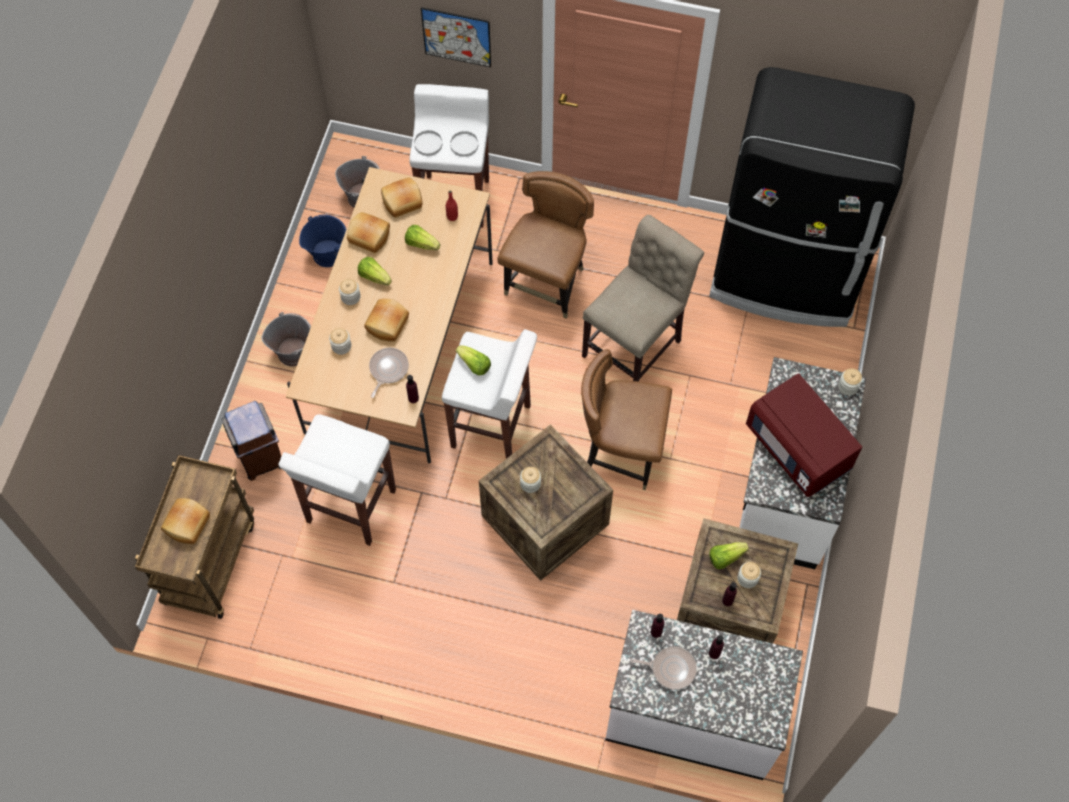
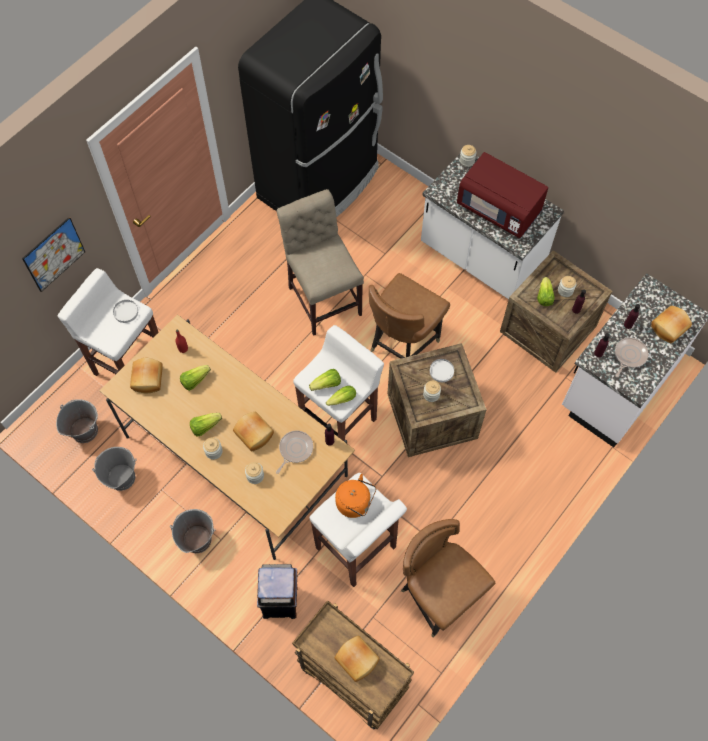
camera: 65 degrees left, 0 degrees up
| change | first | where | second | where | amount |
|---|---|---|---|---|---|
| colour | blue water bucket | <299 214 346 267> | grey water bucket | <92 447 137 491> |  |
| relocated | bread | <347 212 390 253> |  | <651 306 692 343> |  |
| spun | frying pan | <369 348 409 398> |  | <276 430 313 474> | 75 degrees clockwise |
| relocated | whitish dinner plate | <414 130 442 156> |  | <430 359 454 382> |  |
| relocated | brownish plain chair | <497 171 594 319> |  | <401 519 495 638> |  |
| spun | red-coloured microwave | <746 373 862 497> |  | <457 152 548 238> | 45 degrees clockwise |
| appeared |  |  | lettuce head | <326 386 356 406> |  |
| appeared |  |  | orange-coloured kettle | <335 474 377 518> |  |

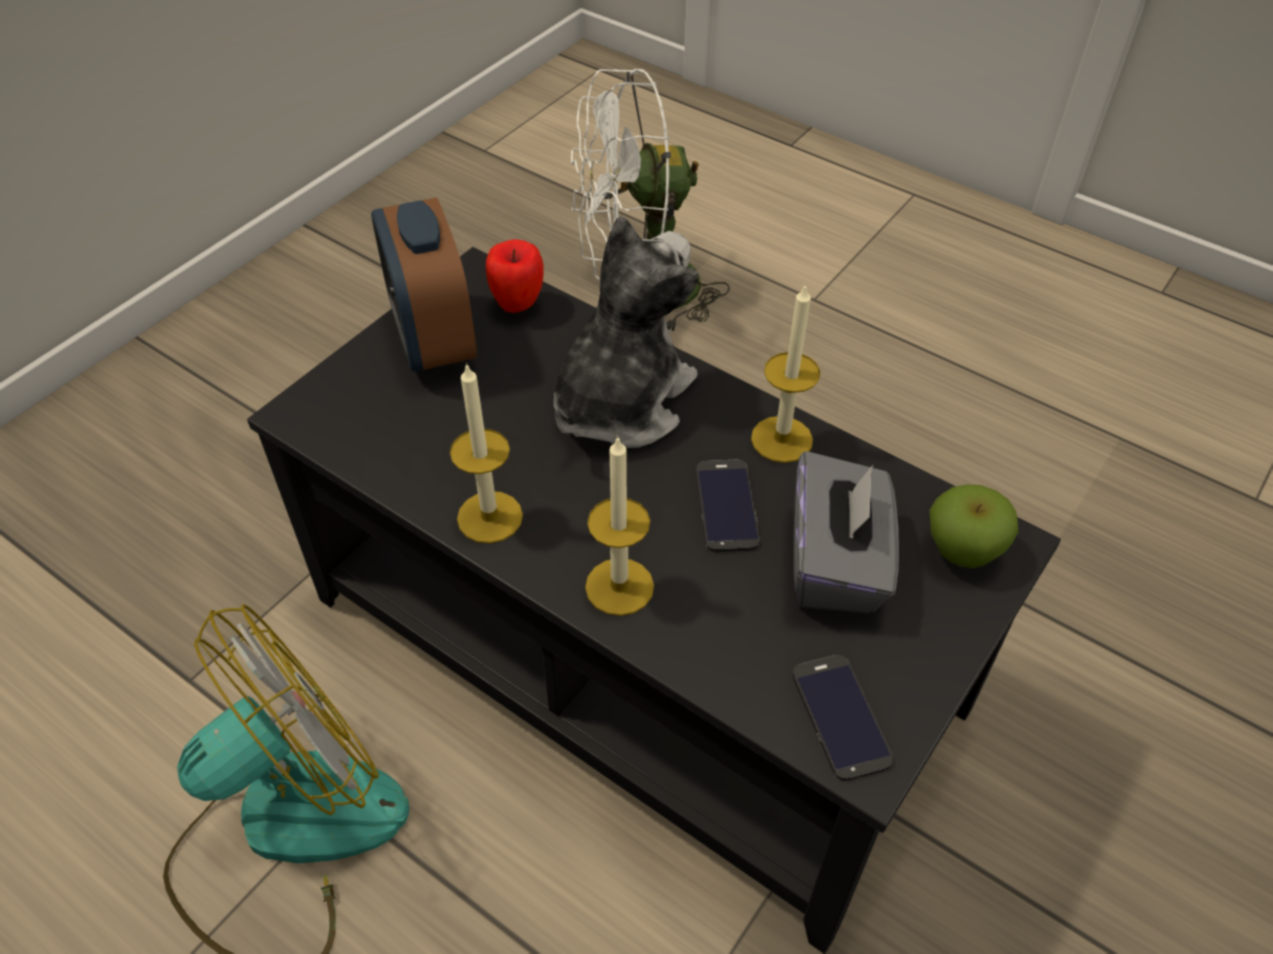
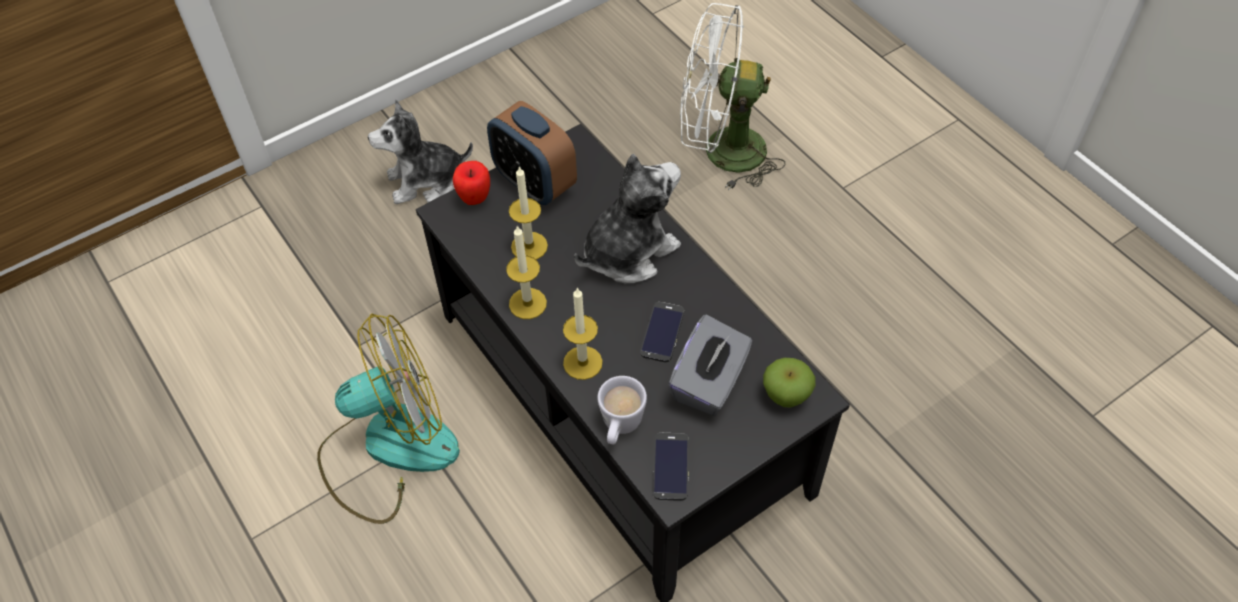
camera: 20 degrees right, 5 degrees up
| change | first | where | second | where | amount |
|---|---|---|---|---|---|
| spun | table clock | <371 198 477 372> |  | <487 101 577 205> | 45 degrees counterclockwise |
| relocated | apple fruit | <486 239 544 313> |  | <453 161 490 205> |  |
| relocated | wax light | <751 283 820 463> |  | <509 166 548 260> |  |
| appeared |  |  | plush toy | <368 99 473 204> |  |
| appeared |  |  | whitish mug | <597 376 647 444> |  |

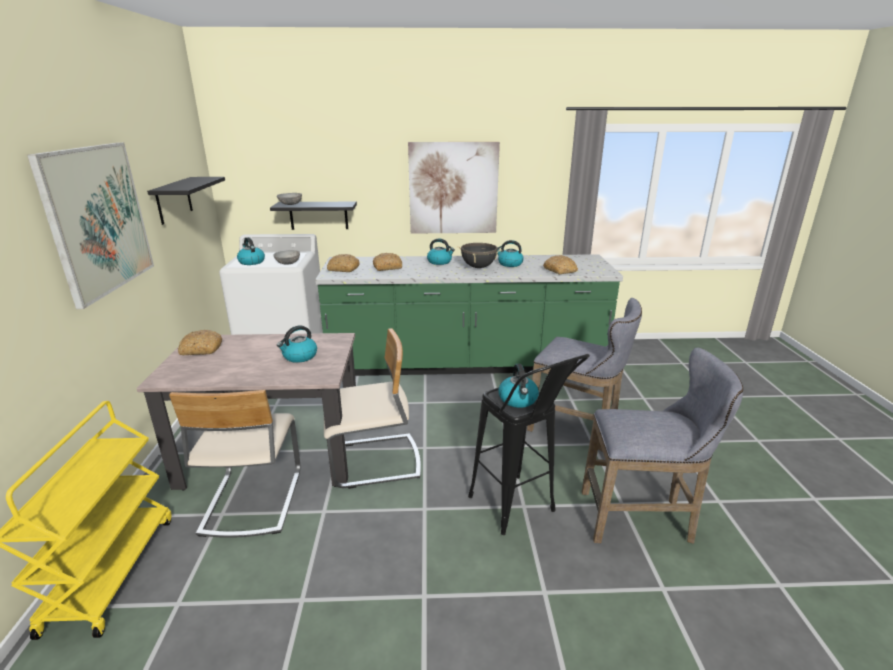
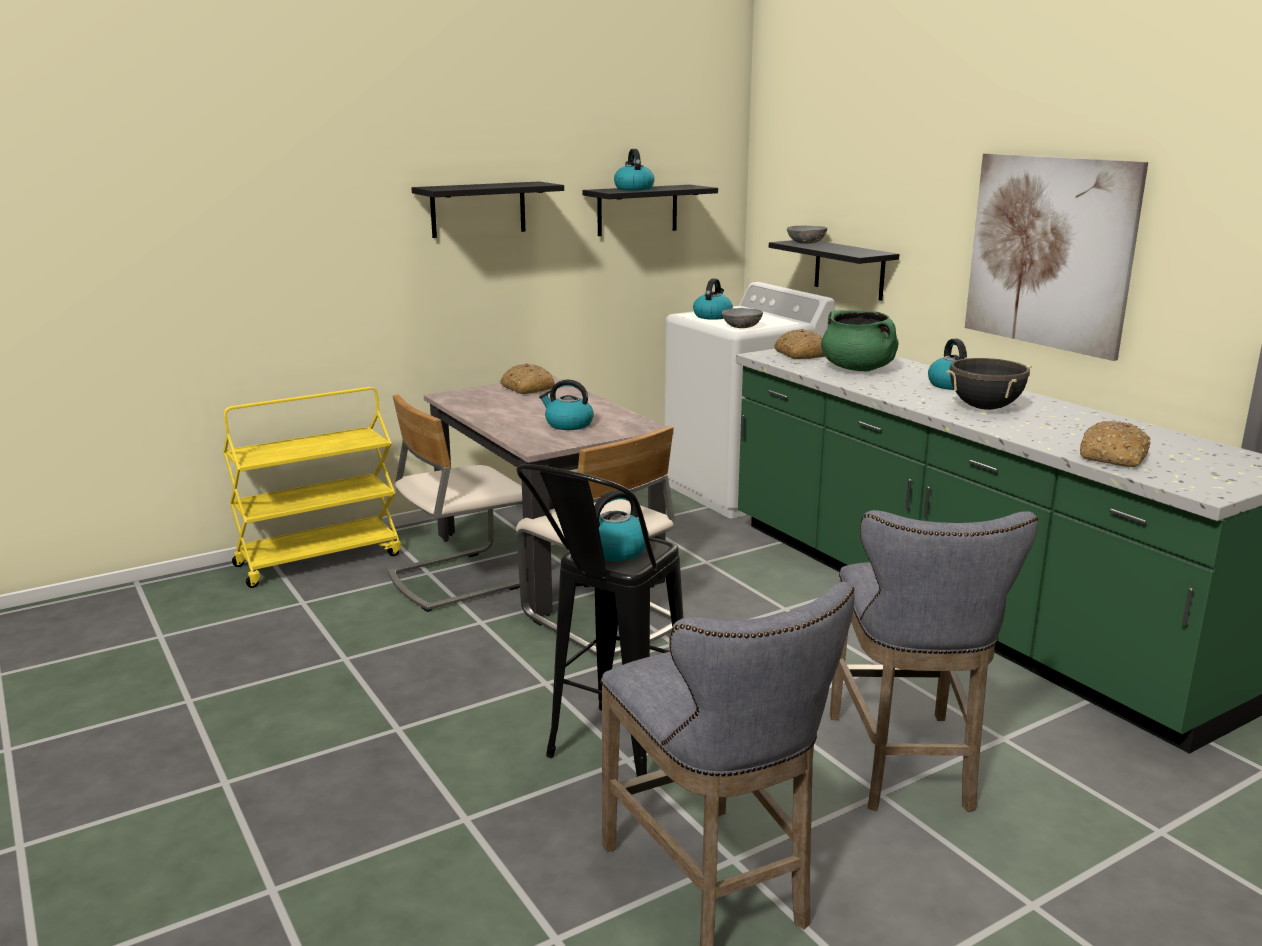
camera: 60 degrees right, 5 degrees down
| change | first | where | second | where | amount |
|---|---|---|---|---|---|
| exchanged | wall picture | <27 142 154 309> | black-coloured shelf | <412 182 564 238> |  |
| exchanged | bread | <373 253 402 271> | green-coloured cooking pot | <821 310 898 371> |  |
| relocated | kettle | <497 240 524 267> |  | <614 149 655 190> |  |

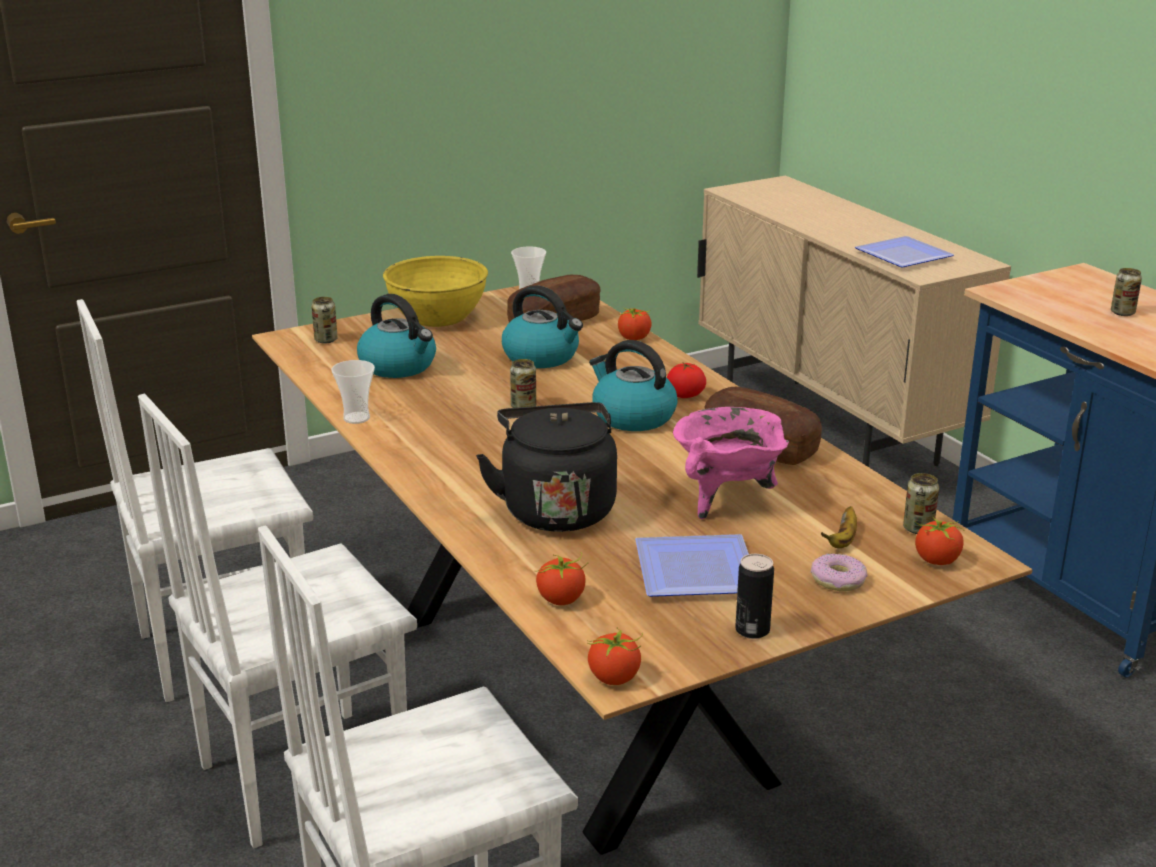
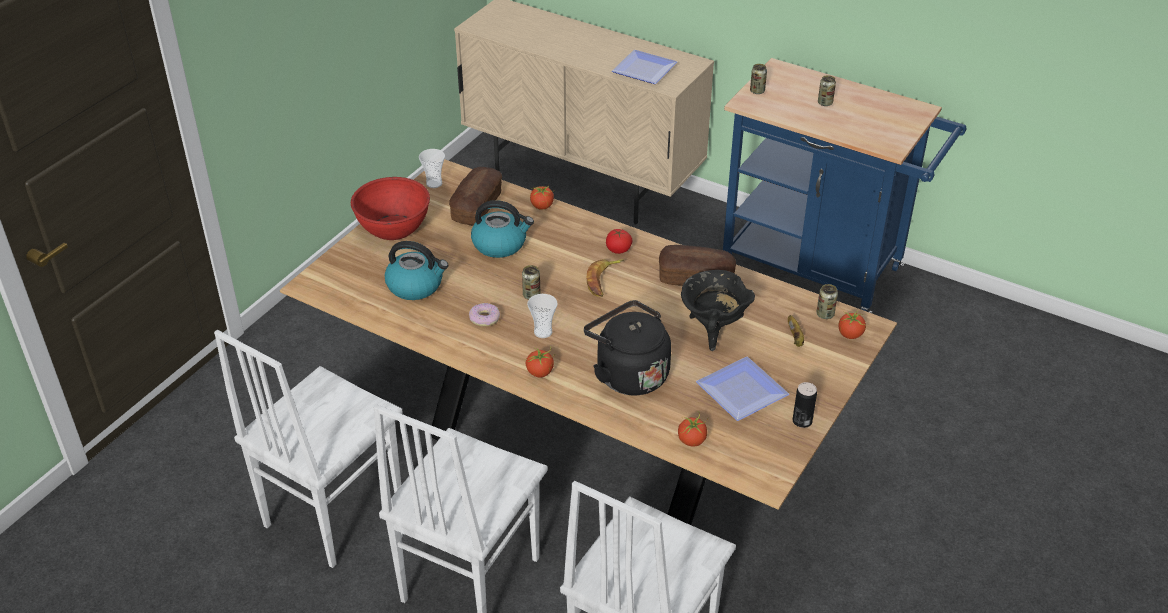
camera: 30 degrees left, 15 degrees up
| change | first | where | second | where | amount |
|---|---|---|---|---|---|
| relocated | metal can | <311 297 338 344> |  | <750 64 767 94> |  |
| relocated | small cup | <331 360 375 424> |  | <527 294 558 338> |  |
| colour | yellowish deep dish | <383 256 488 327> | red-coloured deep dish | <351 177 430 240> |  |
| relocated | tomato | <588 627 643 685> |  | <526 347 554 378> |  |
| exchanged | kettle | <589 340 677 431> | banana | <587 259 624 297> |  |
| colour | pink cooking pot | <673 407 789 519> | black-coloured cooking pot | <681 270 755 351> |  |
| relocated | donut | <811 554 868 591> |  | <469 303 500 327> |  |

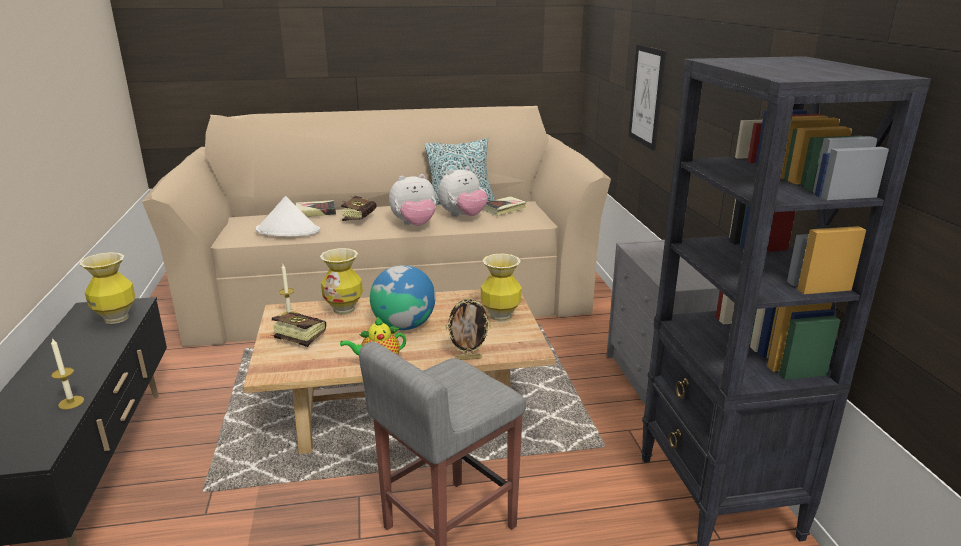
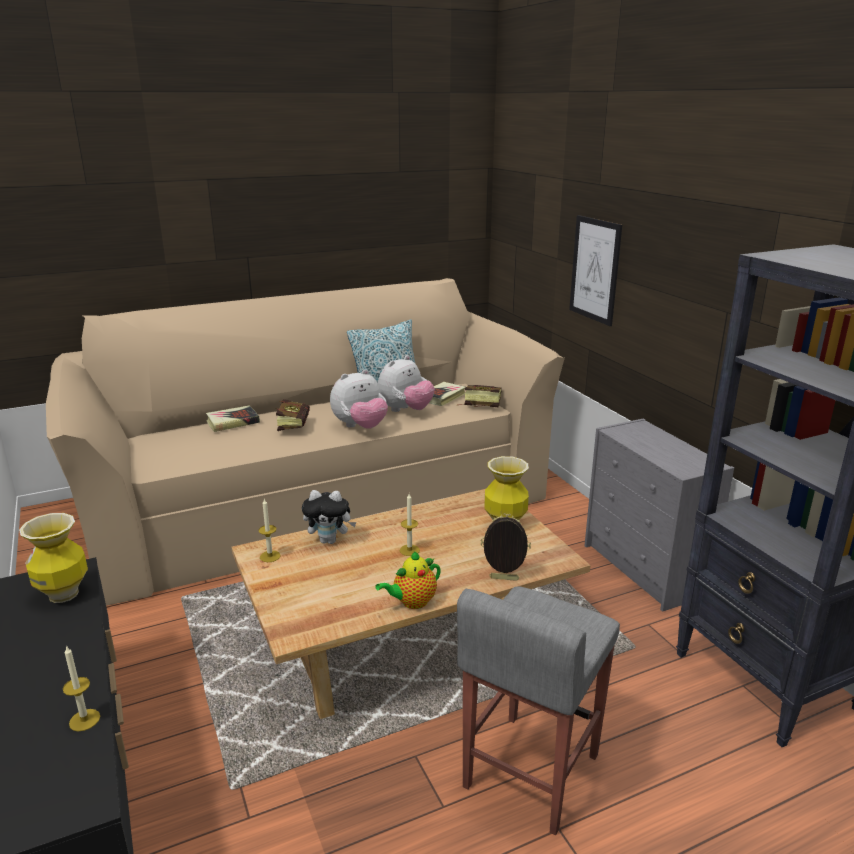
camera: 15 degrees left, 0 degrees up
| change | first | where | second | where | amount |
|---|---|---|---|---|---|
| missing | whitish hat | <256 196 320 236> |  |  |  |
| relocated | bound book | <271 312 326 347> |  | <456 385 502 407> |  |
| exchanged | flower vase | <320 248 363 315> | plush toy | <302 490 356 544> |  |
| exchanged | world globe | <370 265 436 330> | wax light | <400 494 420 556> |  |
| spun | photo frame | <445 298 491 360> |  | <480 513 531 581> | 150 degrees counterclockwise |

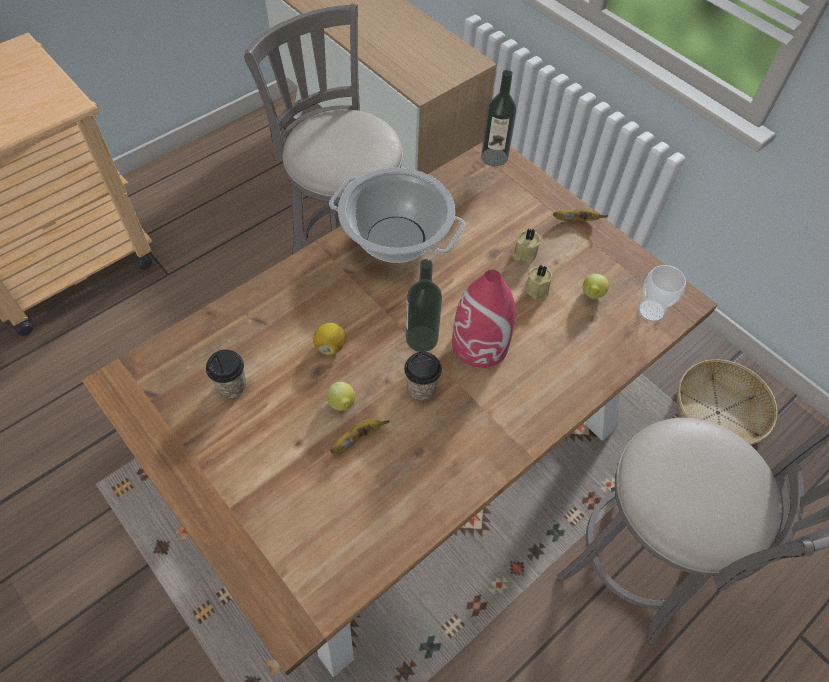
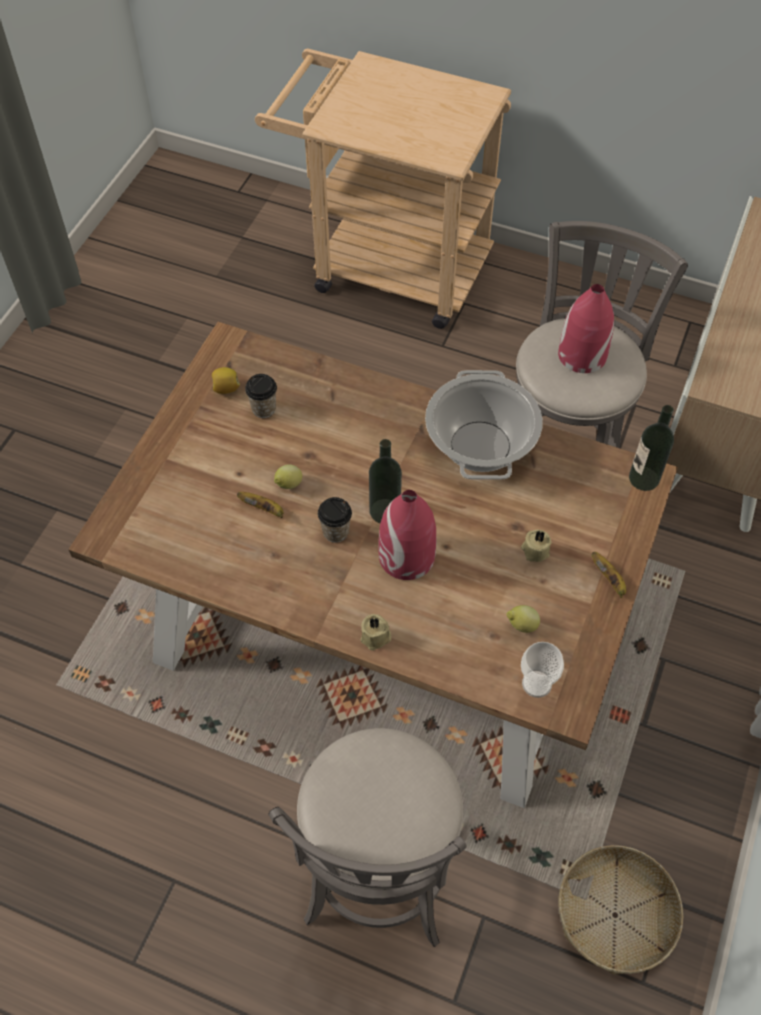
camera: 65 degrees right, 0 degrees up
| change | first | where | second | where | amount |
|---|---|---|---|---|---|
| relocated | whole lemon | <313 323 346 356> |  | <212 367 240 394> |  |
| relocated | sand-coloured wax light | <525 265 552 299> |  | <361 614 391 651> |  |
| appeared |  |  | red-coloured flower vase | <558 284 614 373> |  |

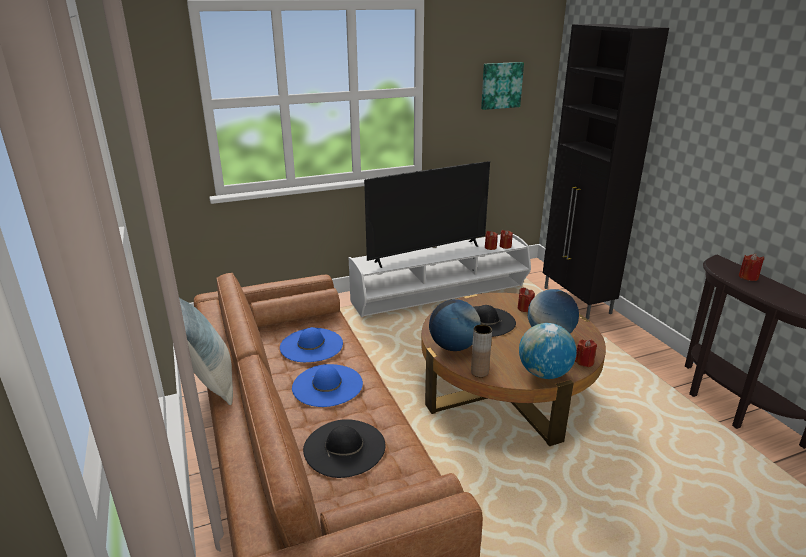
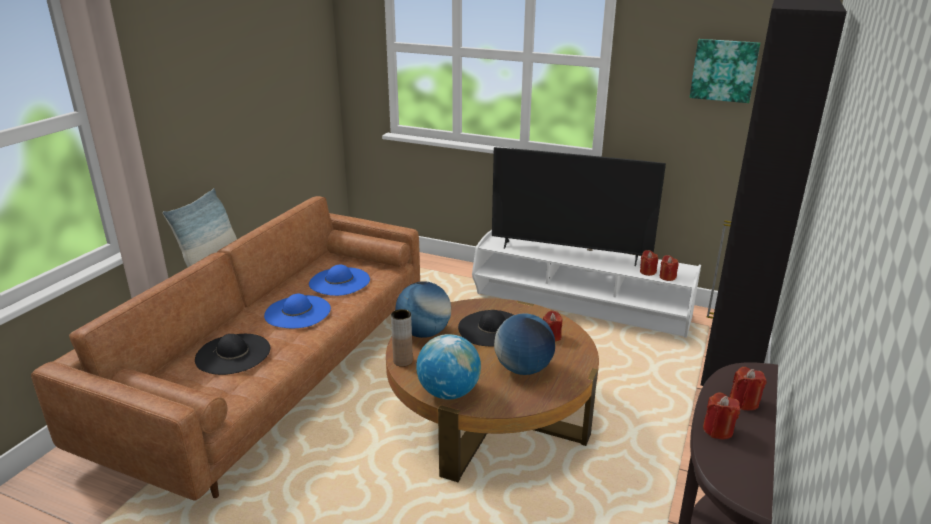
camera: 45 degrees right, 0 degrees up
| change | first | where | second | where | amount |
|---|---|---|---|---|---|
| relocated | red-coloured wax light | <575 340 597 367> |  | <703 393 740 440> |  |

